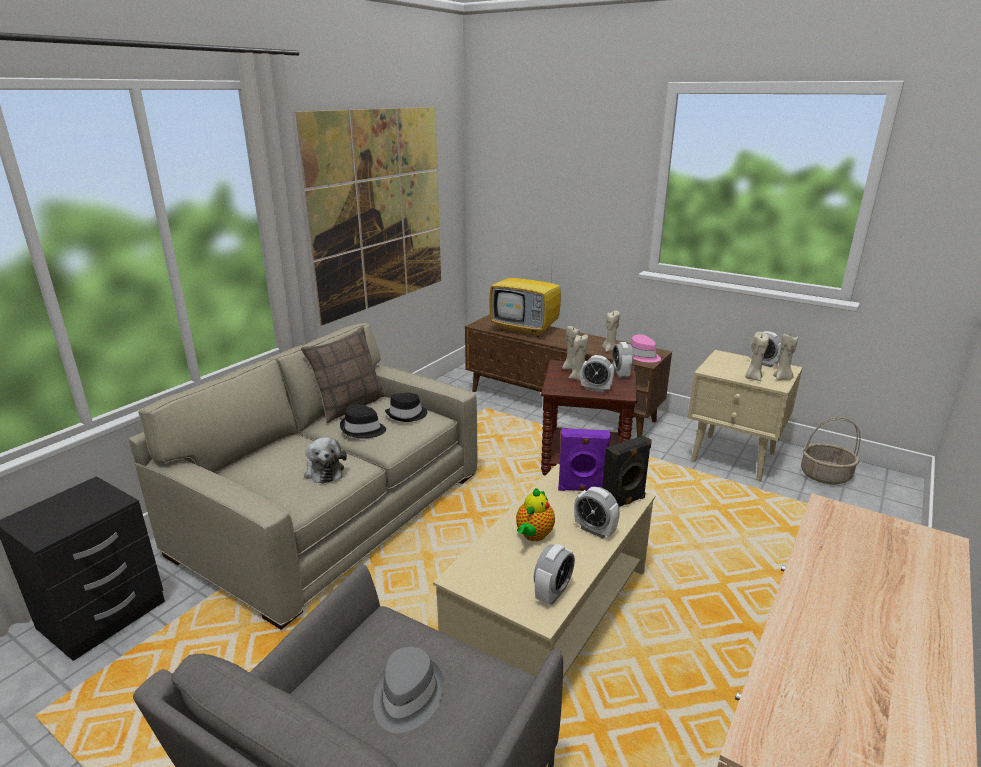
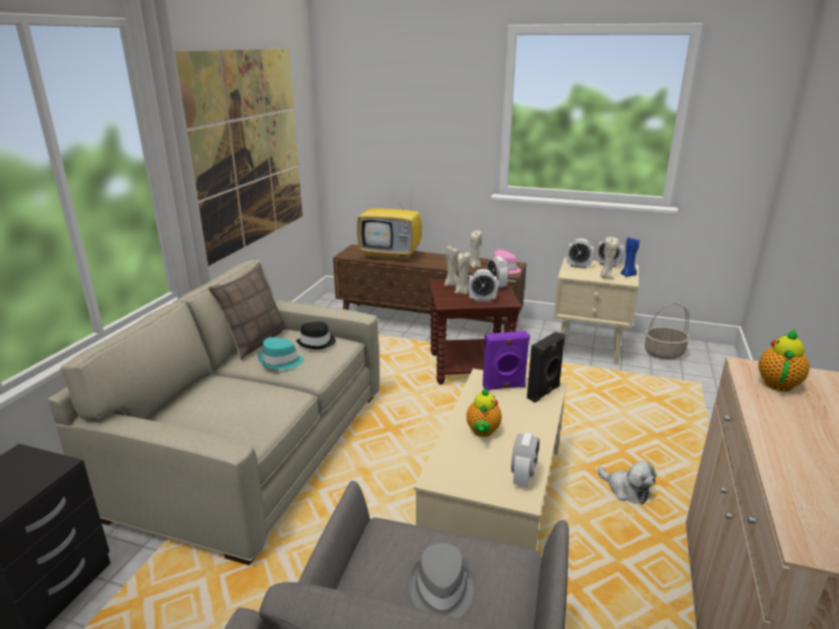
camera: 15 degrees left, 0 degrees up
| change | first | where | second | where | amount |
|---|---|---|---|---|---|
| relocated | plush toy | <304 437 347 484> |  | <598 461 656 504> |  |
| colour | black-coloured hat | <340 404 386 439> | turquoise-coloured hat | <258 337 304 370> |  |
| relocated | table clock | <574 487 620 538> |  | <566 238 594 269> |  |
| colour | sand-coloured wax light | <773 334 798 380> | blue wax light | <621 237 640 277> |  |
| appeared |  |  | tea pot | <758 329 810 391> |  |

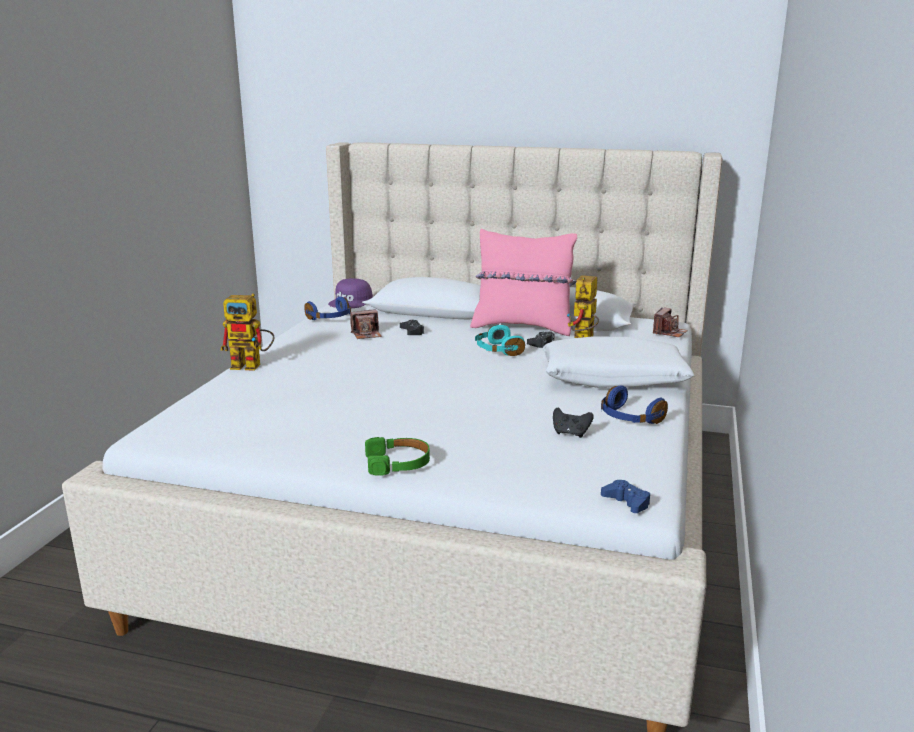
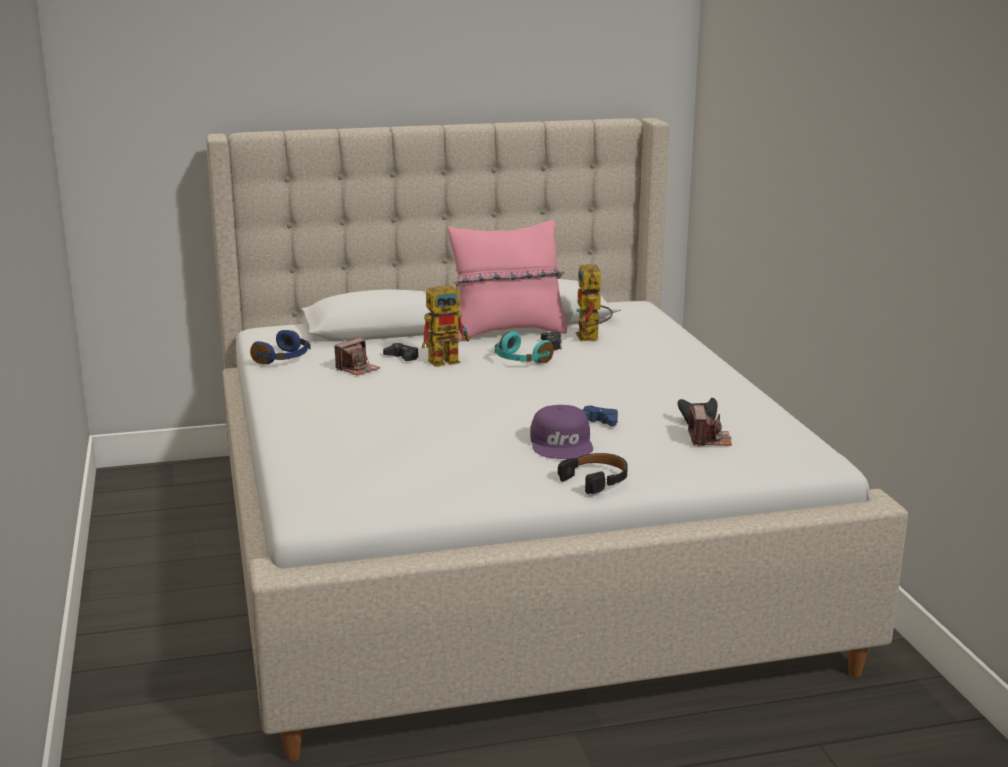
camera: 30 degrees left, 0 degrees up
| change | first | where | second | where | amount |
|---|---|---|---|---|---|
| relocated | toy robot | <221 293 275 371> |  | <422 282 470 367> |  |
| relocated | purple-coloured cap | <328 278 373 308> |  | <530 405 593 459> |  |
| colour | green-coloured headset | <365 437 430 476> | black-coloured headset | <558 453 628 494> |  |
| missing | whitish throw pillow | <543 337 694 388> |  |  |  |
| missing | blue headset | <601 385 668 424> |  |  |  |
| relocated | blue joypad | <601 480 650 513> |  | <583 405 618 426> |  |
| relocated | photo camera | <653 307 688 337> |  | <688 405 732 447> |  |

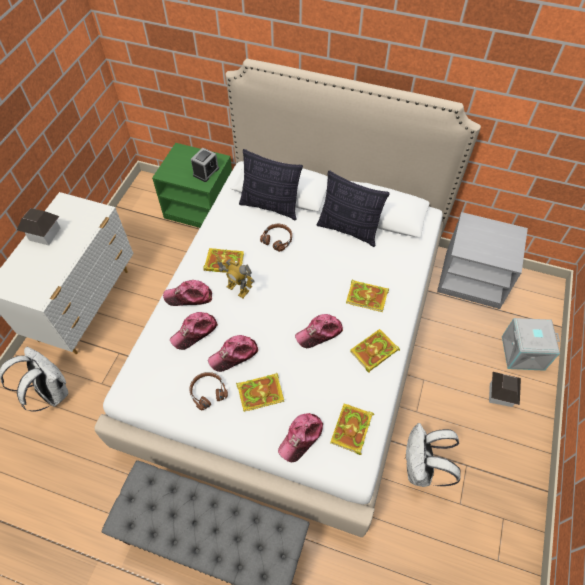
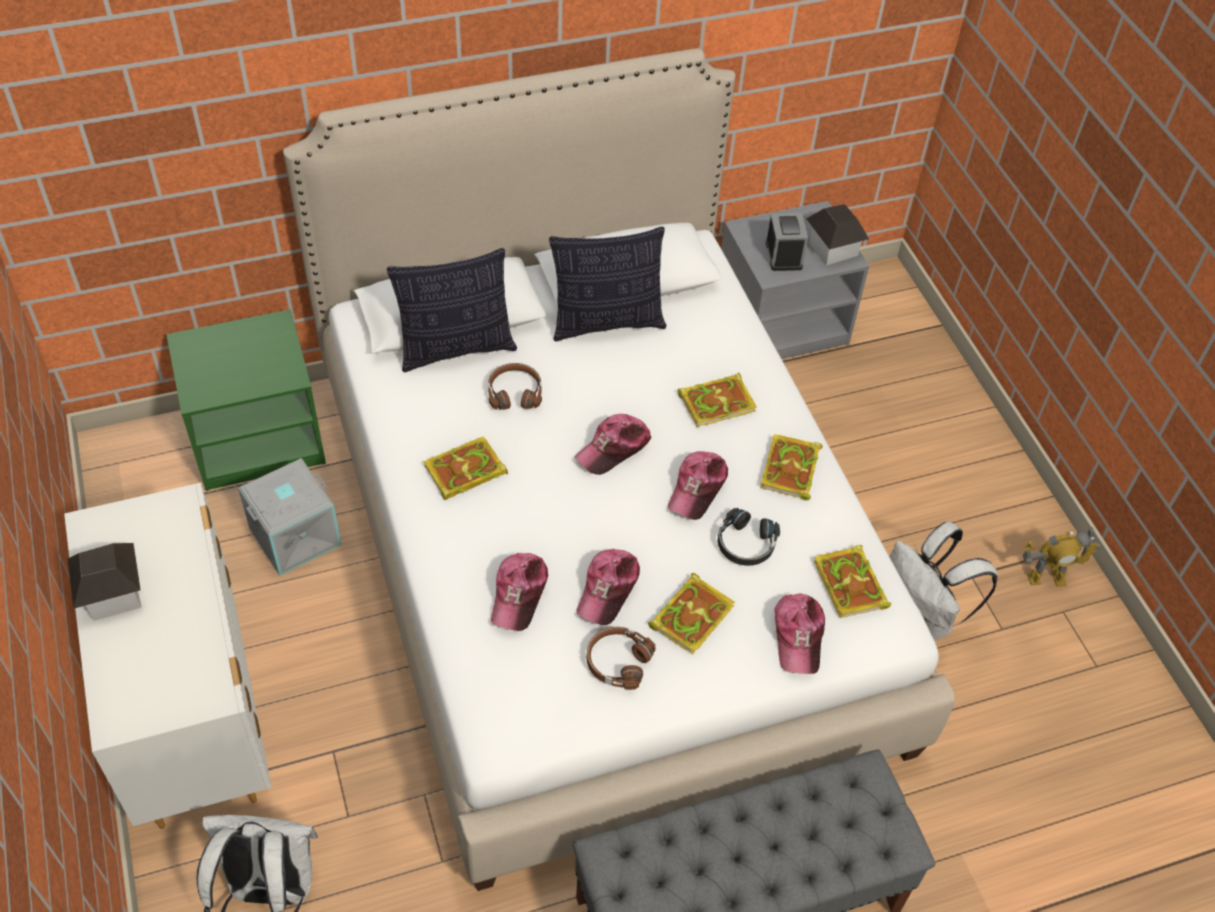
camera: 40 degrees left, 5 degrees down
| change | first | where | second | where | amount |
|---|---|---|---|---|---|
| relocated | cap | <163 280 212 306> |  | <575 414 651 475> |  |
| relocated | table clock | <191 148 219 182> |  | <766 213 808 271> |  |
| relocated | toy robot | <216 255 255 298> |  | <1023 527 1101 587> |  |
| relocated | model house | <489 372 521 407> |  | <806 204 869 266> |  |
| relocated | grey storage container | <502 318 560 371> |  | <238 458 342 576> |  |
| appeared |  |  | black-coloured headset | <718 508 780 566> |  |

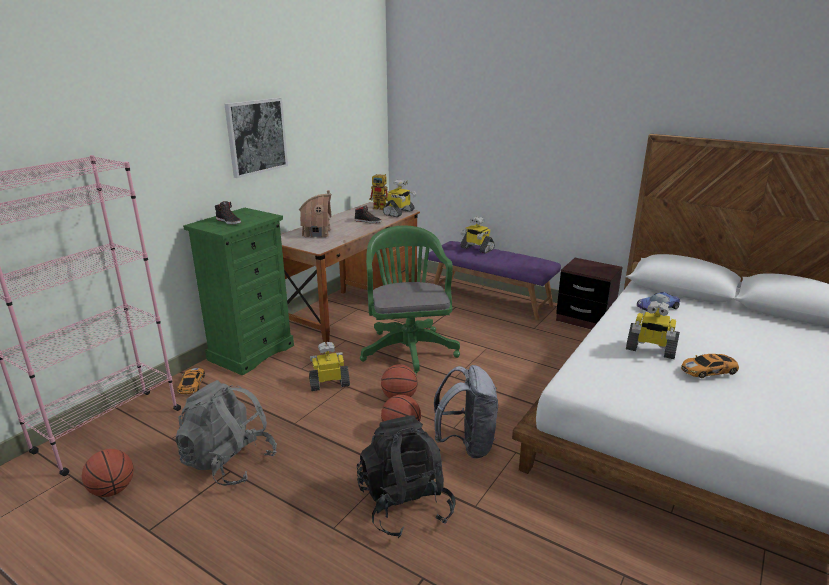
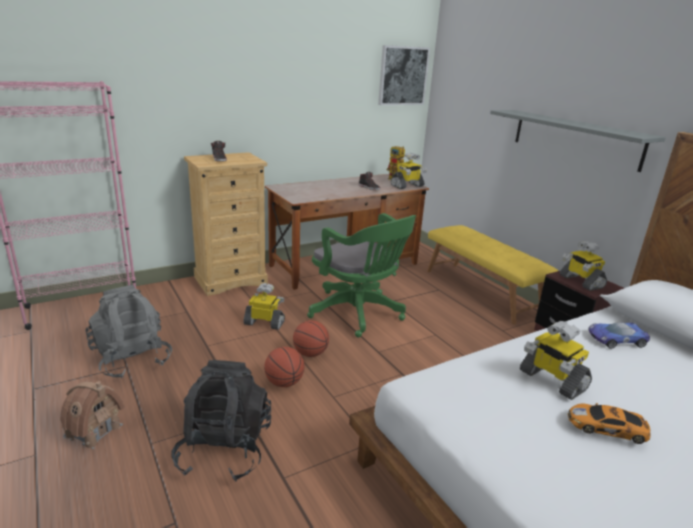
camera: 25 degrees right, 0 degrees up
| change | first | where | second | where | amount |
|---|---|---|---|---|---|
| missing | ball for basketball | <82 449 134 497> |  |  |  |
| missing | toy car | <177 368 205 394> |  |  |  |
| colour | green-coloured dresser | <183 208 294 376> | sand-coloured dresser | <184 152 268 296> |  |
| relocated | wall picture | <224 98 288 178> |  | <378 45 430 105> |  |
| relocated | model house | <299 190 332 238> |  | <60 381 125 449> |  |
| spun | green-coloured desk chair | <360 226 460 375> |  | <307 213 416 337> | 120 degrees clockwise |
| colour | purple-coloured indoor bench | <428 241 561 321> | yellowish indoor bench | <427 225 558 324> |  |
| missing | grey rucksack | <434 365 498 459> |  |  |  |
| relocated | toy robot | <460 216 495 254> |  | <560 241 607 291> |  |
| appeared |  |  | grey shelf | <490 110 666 172> |  |

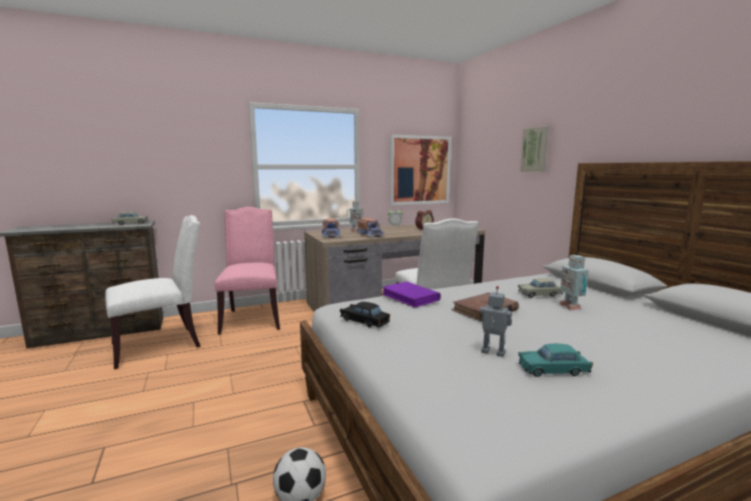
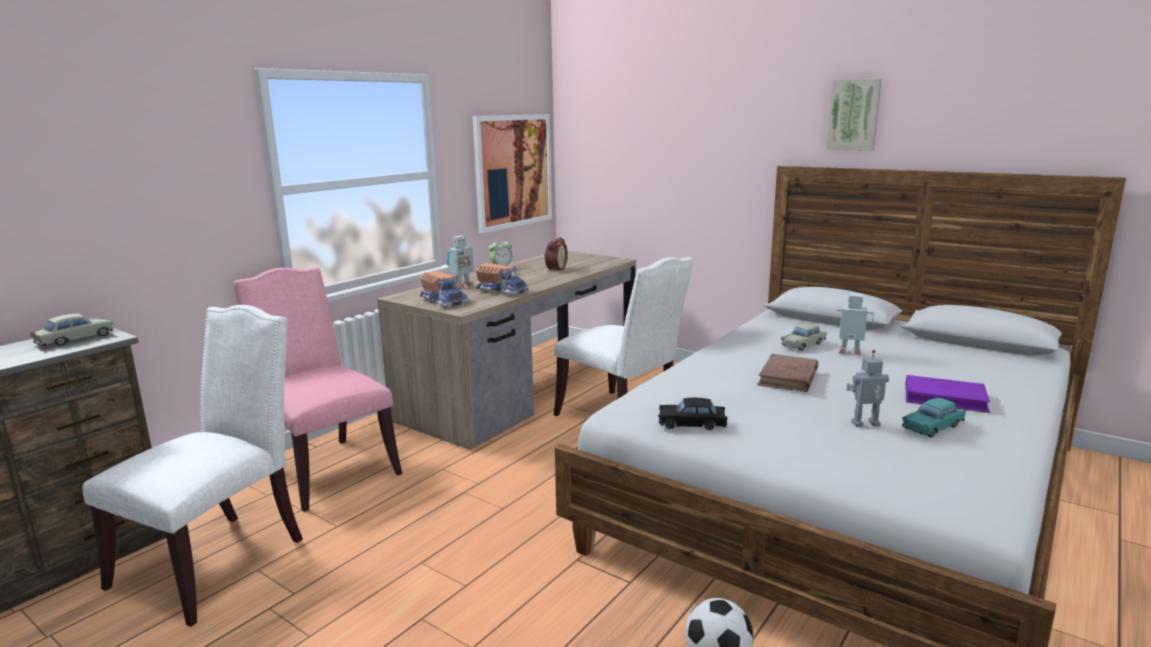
camera: 30 degrees left, 5 degrees up
| change | first | where | second | where | amount |
|---|---|---|---|---|---|
| relocated | purple-coloured bound book | <382 282 441 308> |  | <905 375 990 413> |  |
| relocated | wall picture | <520 126 549 172> |  | <826 78 882 150> |  |
| spun | toy robot | <560 255 589 310> |  | <834 293 874 355> | 150 degrees clockwise |

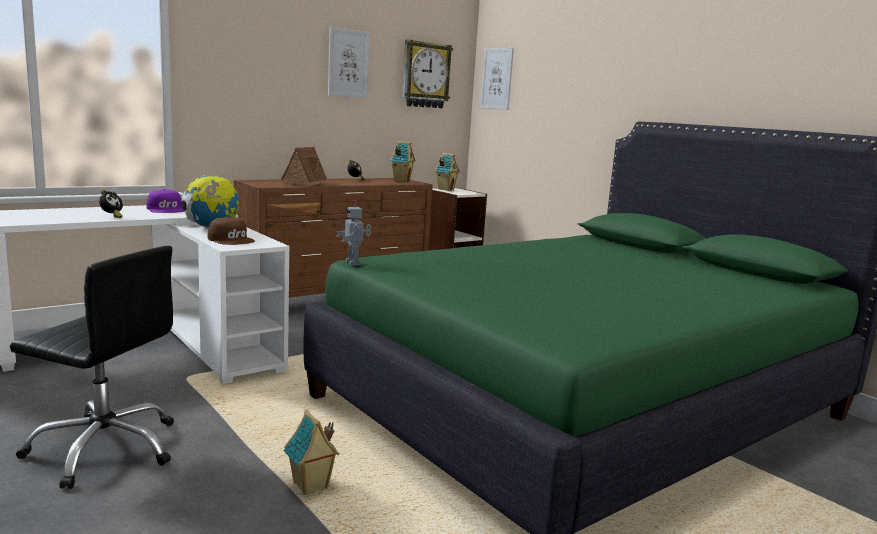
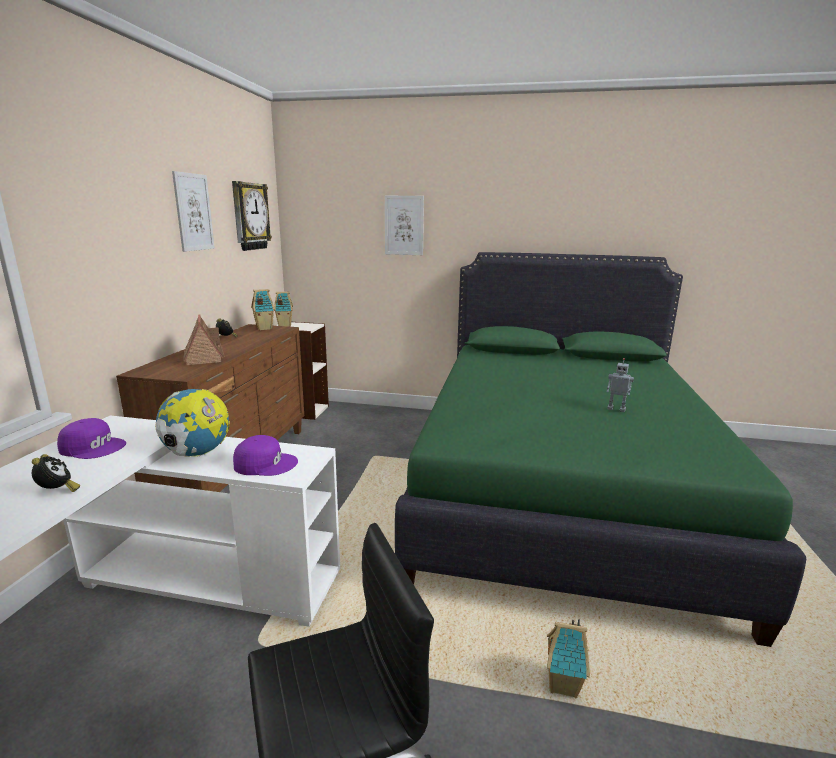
camera: 40 degrees left, 5 degrees up
| change | first | where | second | where | amount |
|---|---|---|---|---|---|
| colour | brownish cap | <208 217 255 245> | purple-coloured cap | <233 435 298 476> |  |
| relocated | toy robot | <336 200 371 266> |  | <607 358 634 412> |  |
| relocated | wall picture | <480 48 514 110> |  | <385 196 424 255> |  |

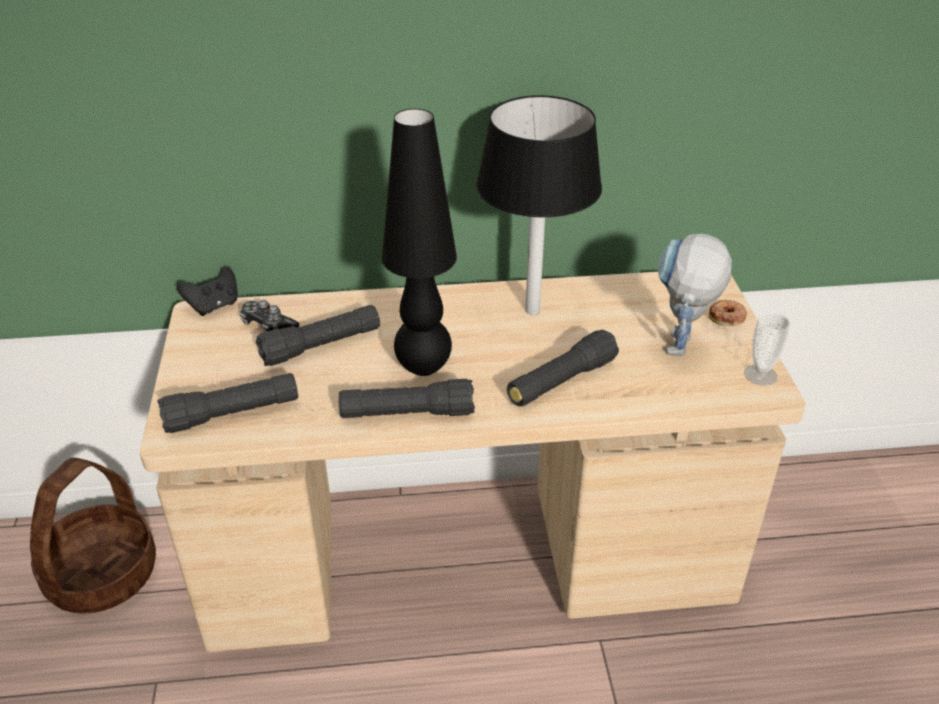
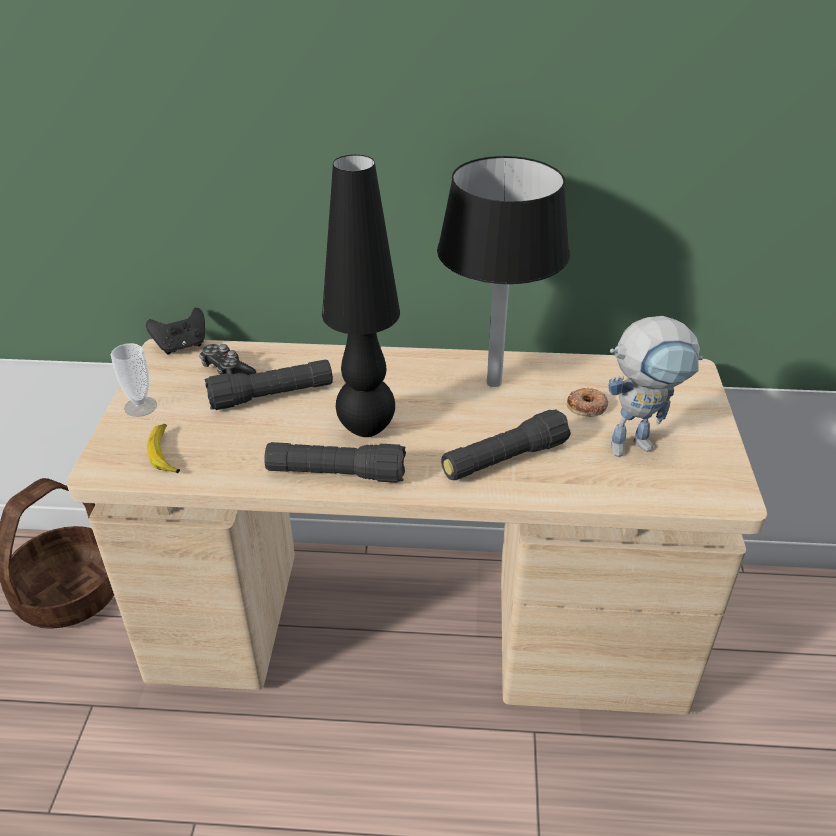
camera: 10 degrees right, 0 degrees up
| change | first | where | second | where | amount |
|---|---|---|---|---|---|
| exchanged | black-coloured hand torch | <157 373 298 433> | banana | <147 424 180 473> |  |
| spun | toy robot | <658 233 732 356> |  | <608 316 703 457> | 135 degrees counterclockwise |
| relocated | donut | <709 299 747 326> |  | <567 388 608 417> |  |
| relocated | small cup | <744 312 790 386> |  | <111 343 157 417> |  |

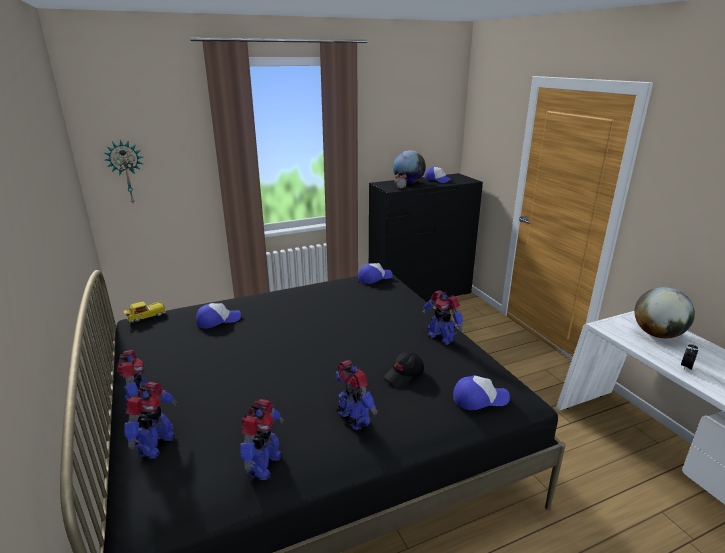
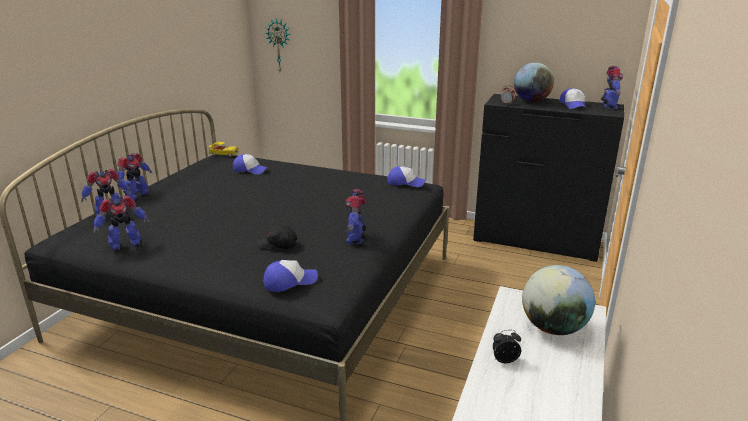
camera: 45 degrees right, 0 degrees up
| change | first | where | second | where | amount |
|---|---|---|---|---|---|
| relocated | toy robot | <336 360 377 430> |  | <601 66 623 109> |  |
| spun | cap | <453 375 510 410> |  | <263 260 318 292> | 60 degrees counterclockwise |

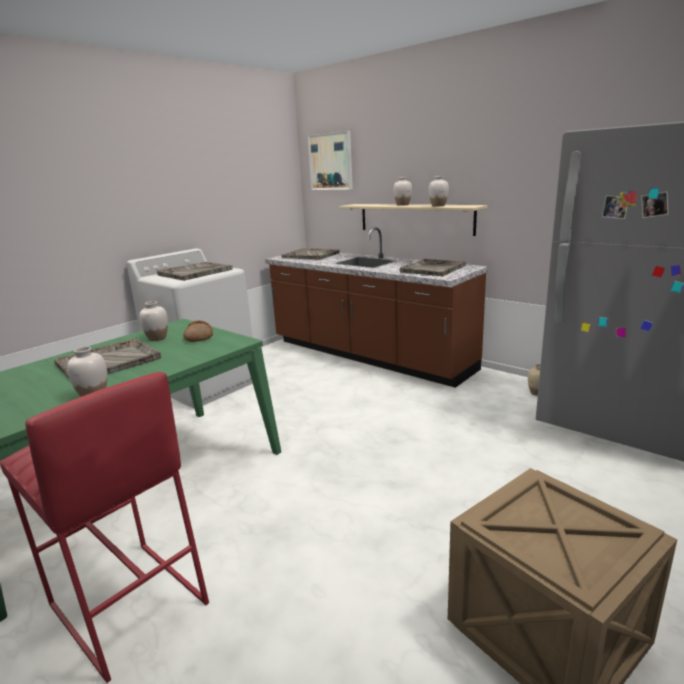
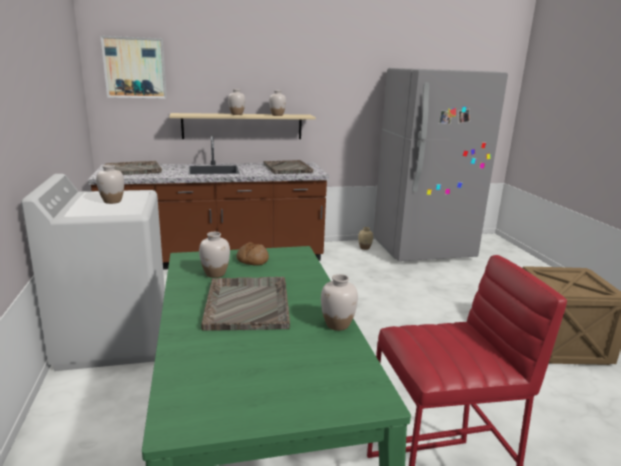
camera: 55 degrees left, 0 degrees up
| change | first | where | second | where | amount |
|---|---|---|---|---|---|
| exchanged | grey carrying tray | <157 262 233 281> | whitish flower vase | <96 164 124 204> |  |

